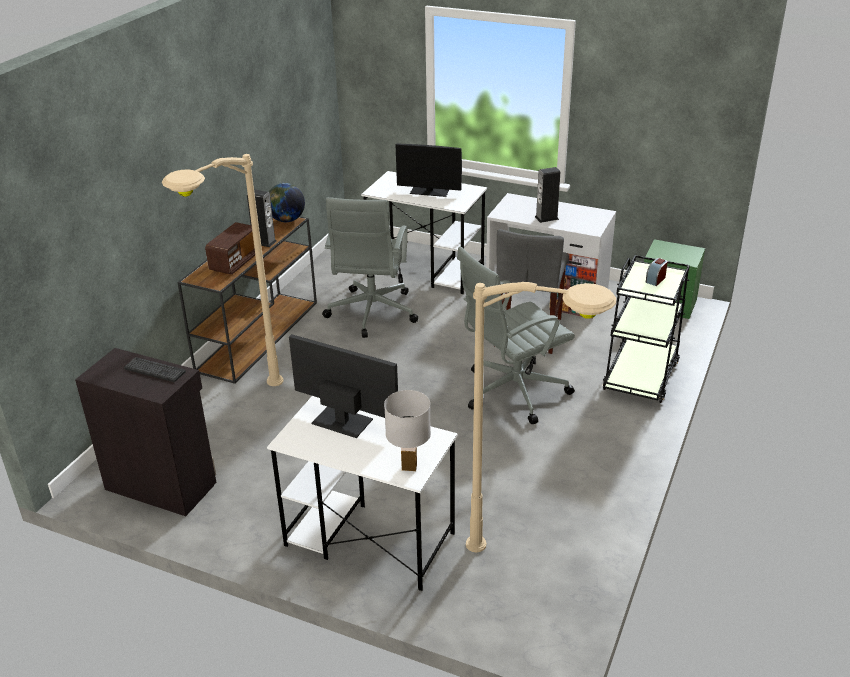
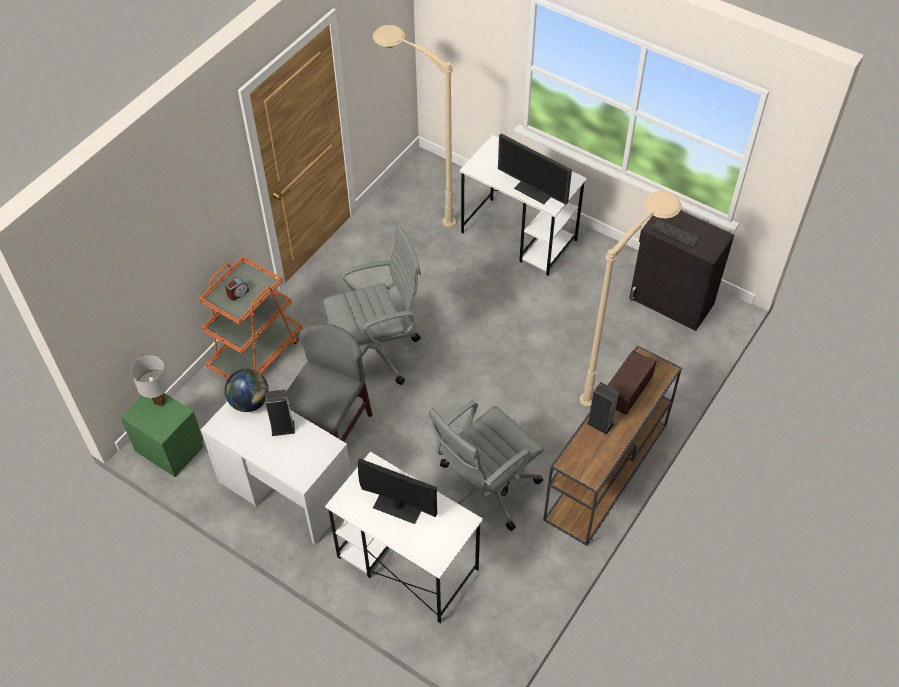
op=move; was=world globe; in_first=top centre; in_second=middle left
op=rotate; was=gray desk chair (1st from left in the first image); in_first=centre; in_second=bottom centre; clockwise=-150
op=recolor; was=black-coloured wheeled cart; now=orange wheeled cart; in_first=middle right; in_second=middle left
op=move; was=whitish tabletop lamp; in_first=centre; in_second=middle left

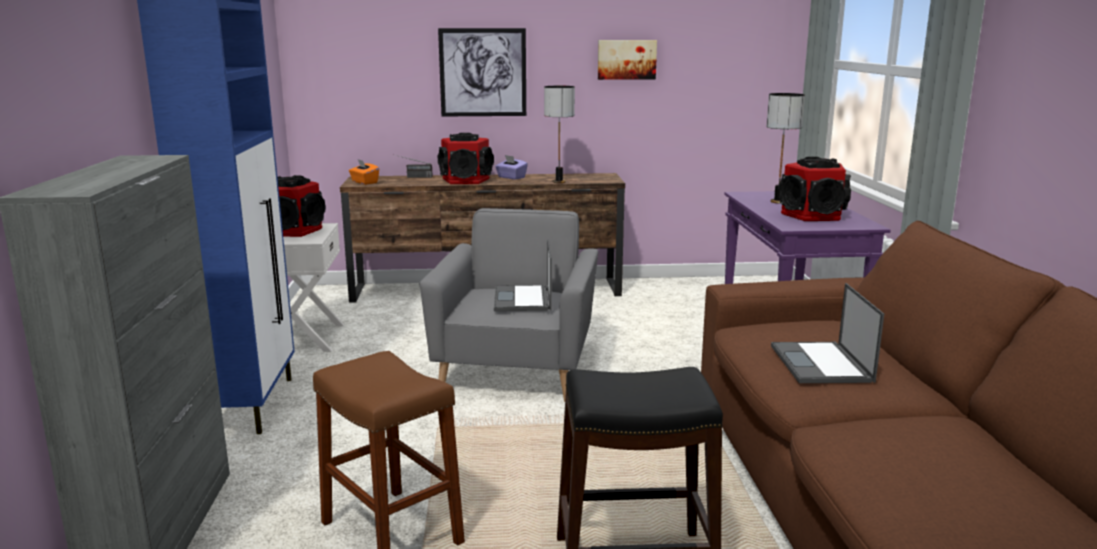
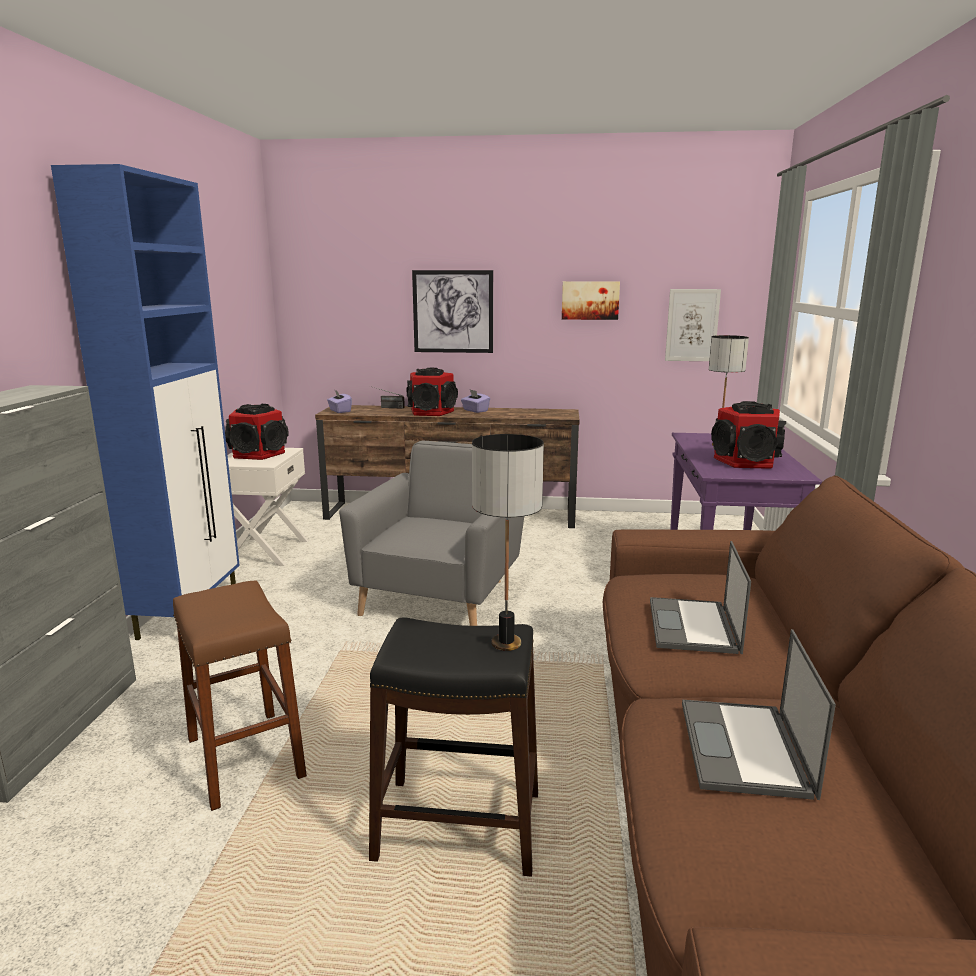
op=move; was=tabletop lamp (1st from left); in_first=top centre; in_second=centre
op=recolor; was=orange tissue box; now=purple-coloured tissue box (1st from left); in_first=top left; in_second=centre
op=move; was=laptop (1st from left in the first image); now=laptop (2nd from left); in_first=centre; in_second=bottom right
op=insert; now=wall picture (3rd from left); in_second=top right

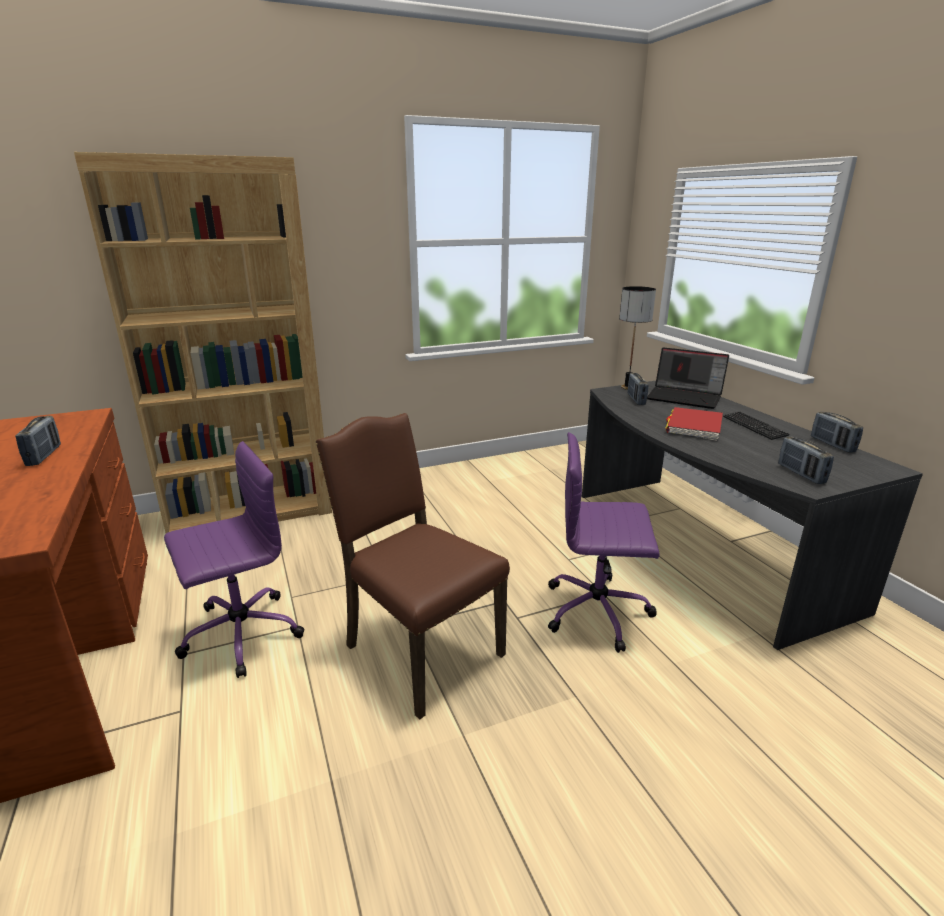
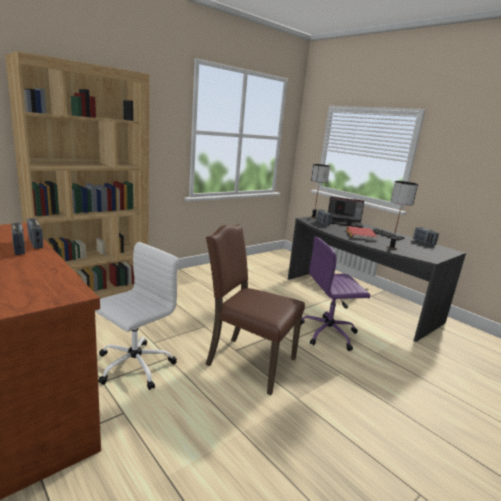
op=move; was=radio (3rd from left in the first image); now=radio (2nd from left); in_first=middle right; in_second=middle left
op=recolor; was=purple-coloured desk chair (1st from left); now=whitish desk chair; in_first=middle left; in_second=middle left
op=insert; now=tabletop lamp (2nd from left); in_second=middle right

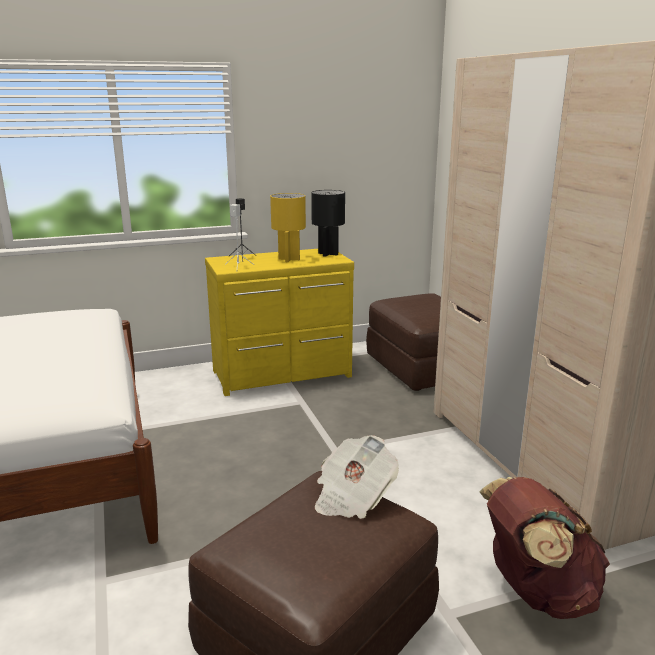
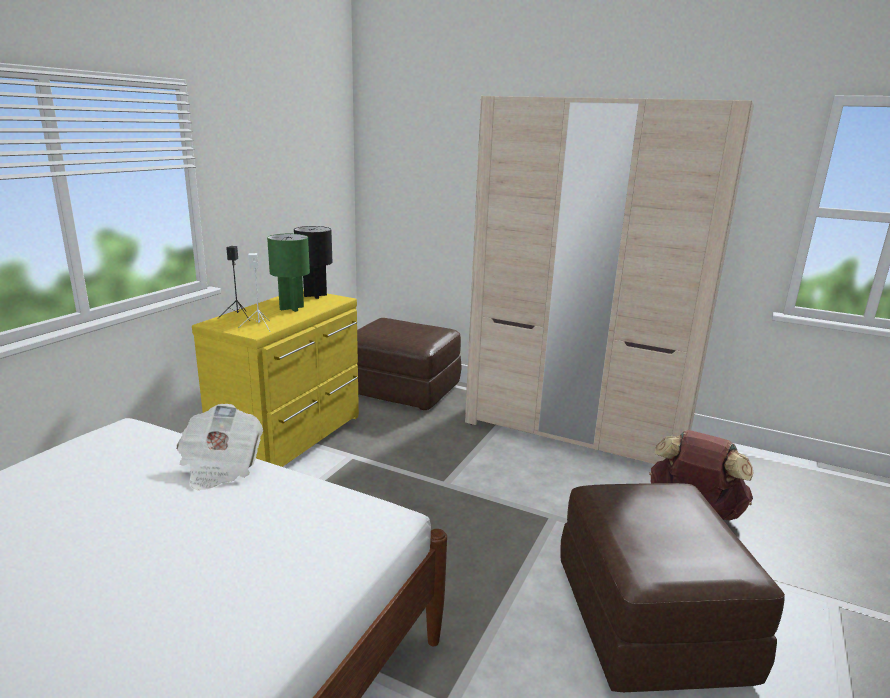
op=recolor; was=yellow tabletop lamp; now=green tabletop lamp; in_first=centre; in_second=middle left
op=move; was=newspaper; in_first=bottom centre; in_second=middle left

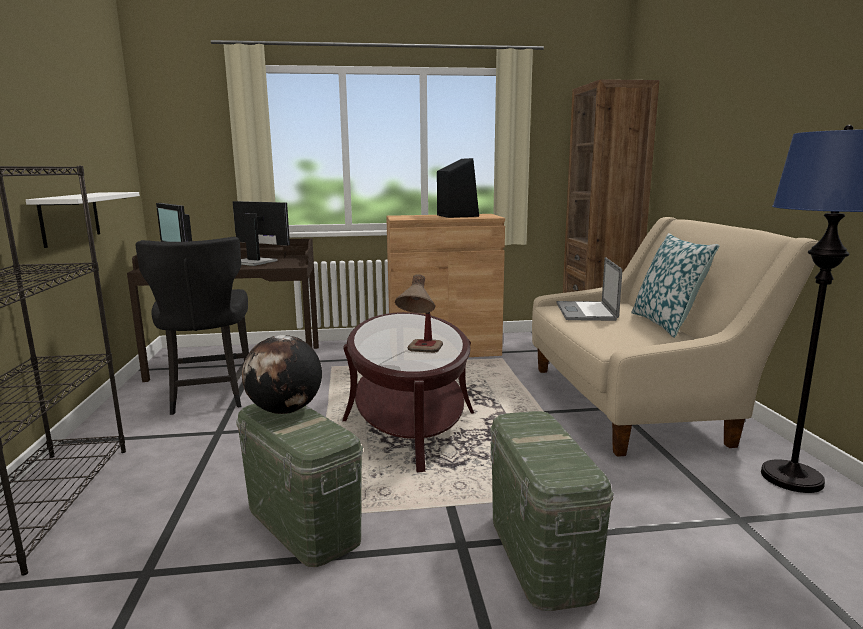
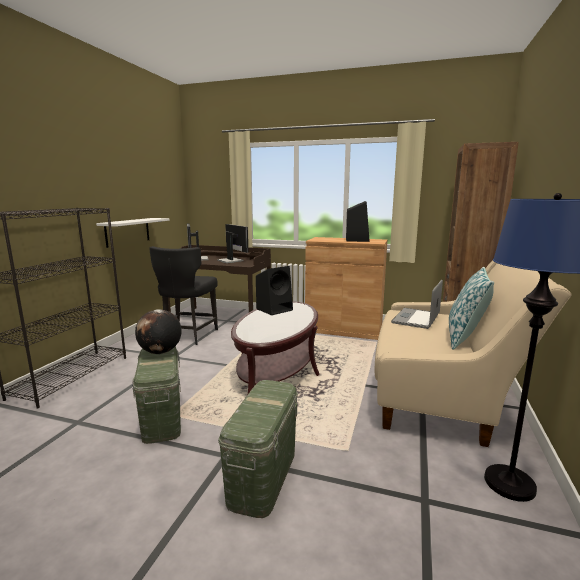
op=delete; was=tabletop lamp; in_first=centre
op=insert; now=black-coloured loudspeaker (1st from left); in_second=centre

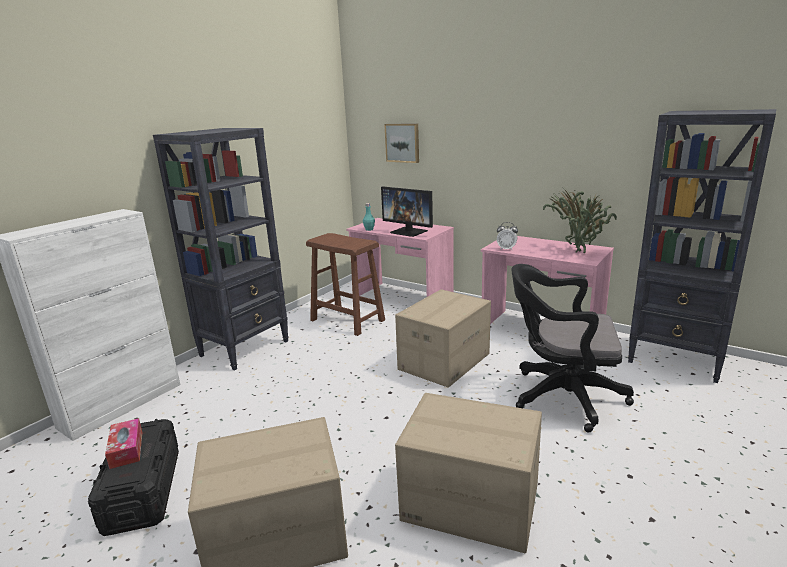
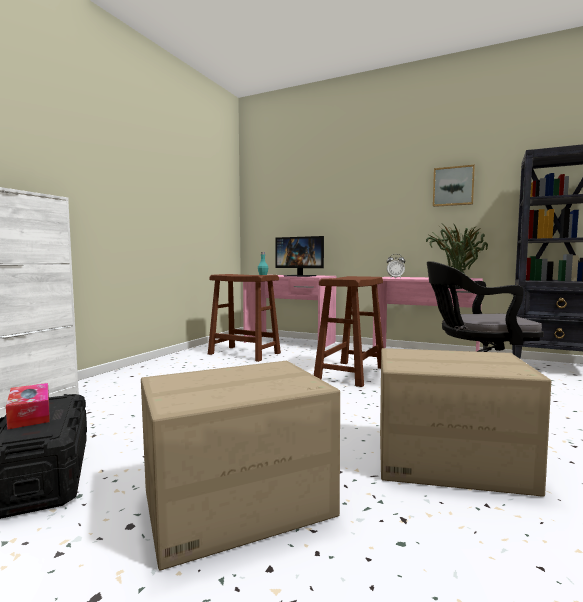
op=move; was=wall picture; in_first=top centre; in_second=top right
op=delete; was=black-coloured bookshelf (1st from left); in_first=middle left
op=replace; was=packing box (2nd from left); now=brown stool (2nd from left); in_first=centre; in_second=centre

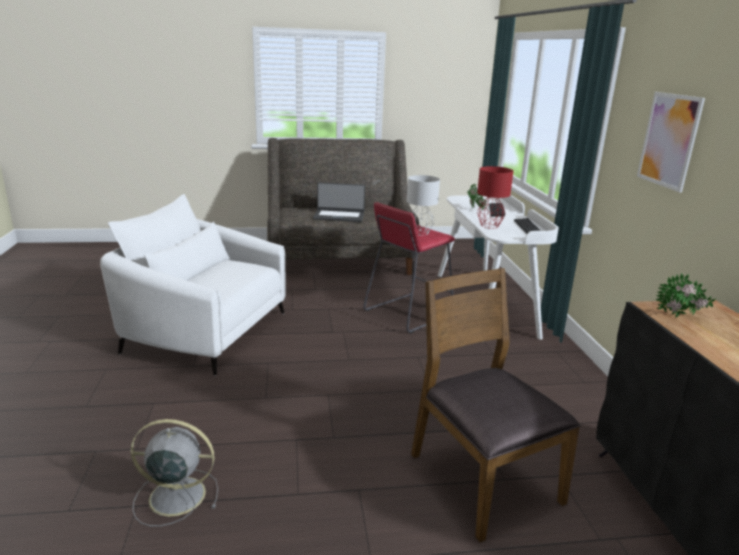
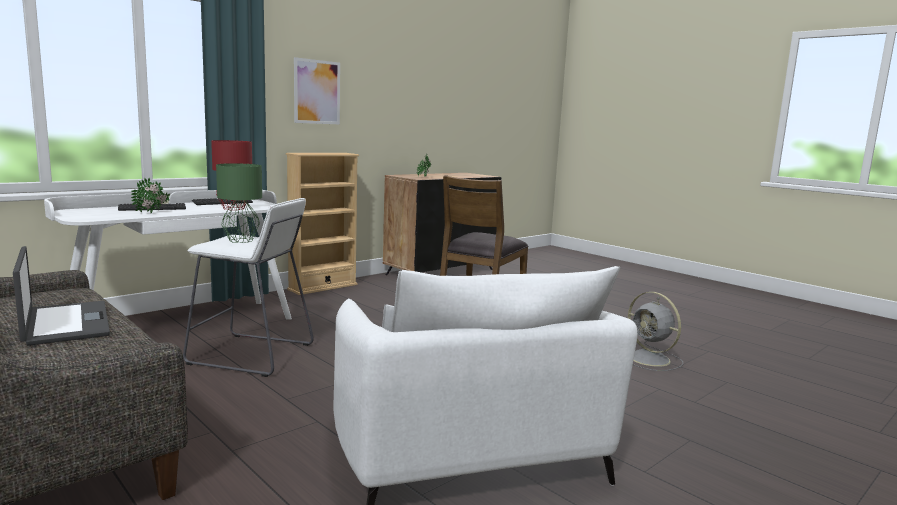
op=recolor; was=gray tabletop lamp; now=green tabletop lamp; in_first=centre; in_second=middle left
op=recolor; was=red-coloured stool; now=whitish stool; in_first=centre; in_second=middle left
op=insert; now=beige bookshelf; in_second=centre

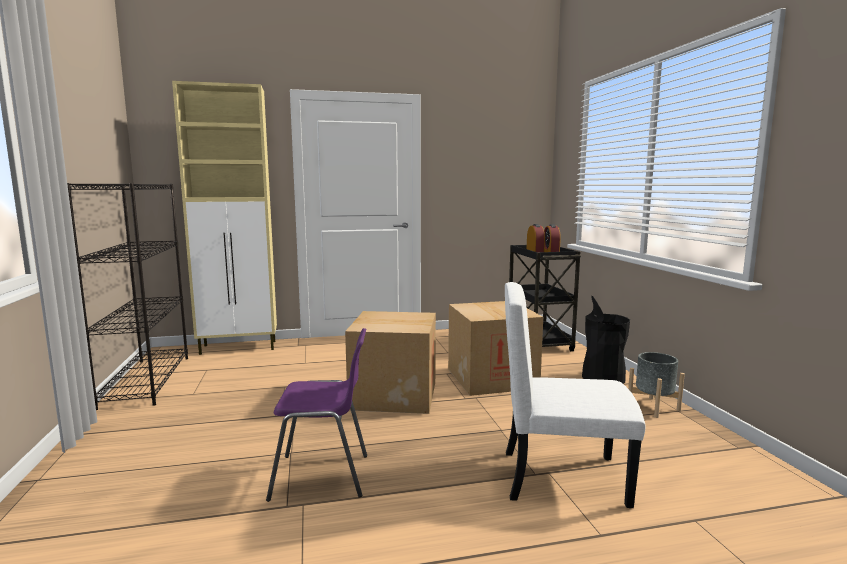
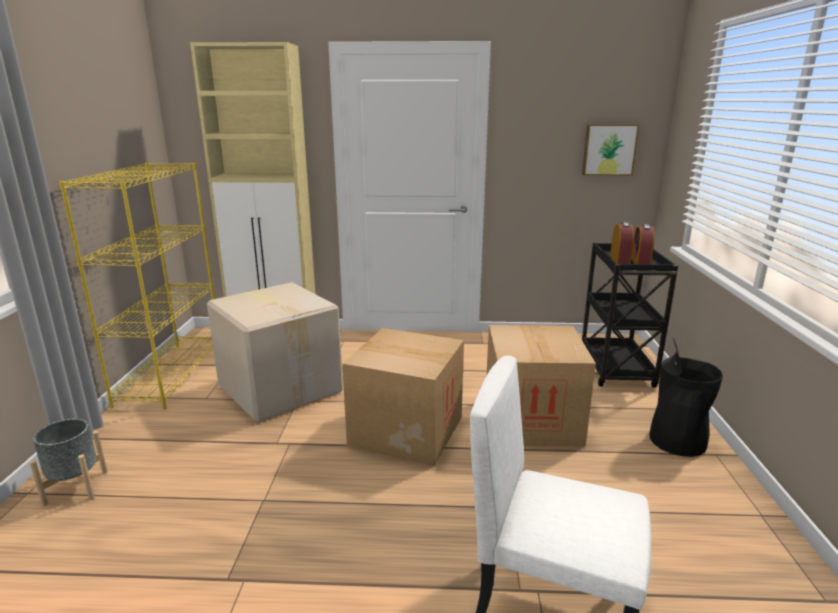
op=recolor; was=black-coloured bookshelf; now=yellow bookshelf; in_first=middle left; in_second=middle left
op=delete; was=purple-coloured chair; in_first=bottom centre
op=move; was=gray plant pot; in_first=bottom right; in_second=bottom left
op=insert; now=wall picture; in_second=top right
op=insert; now=packing box (1st from left); in_second=middle left

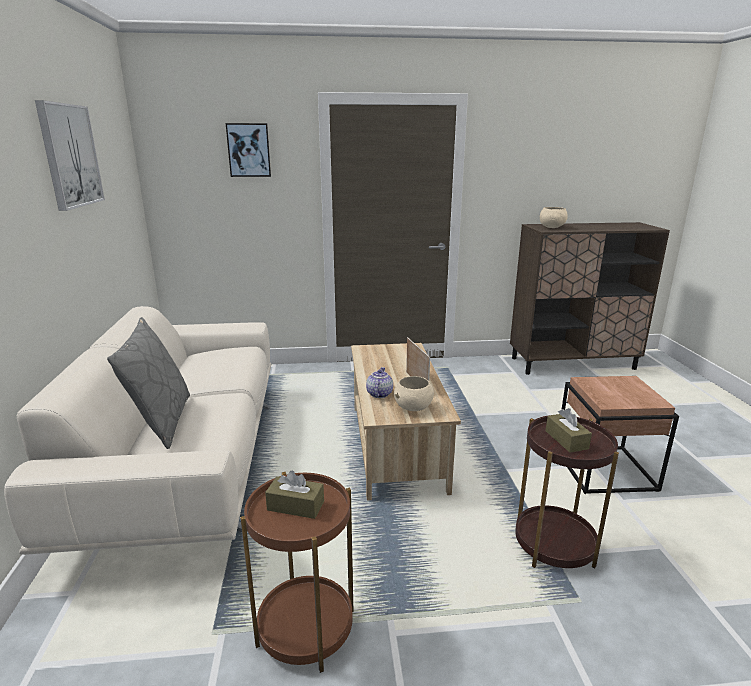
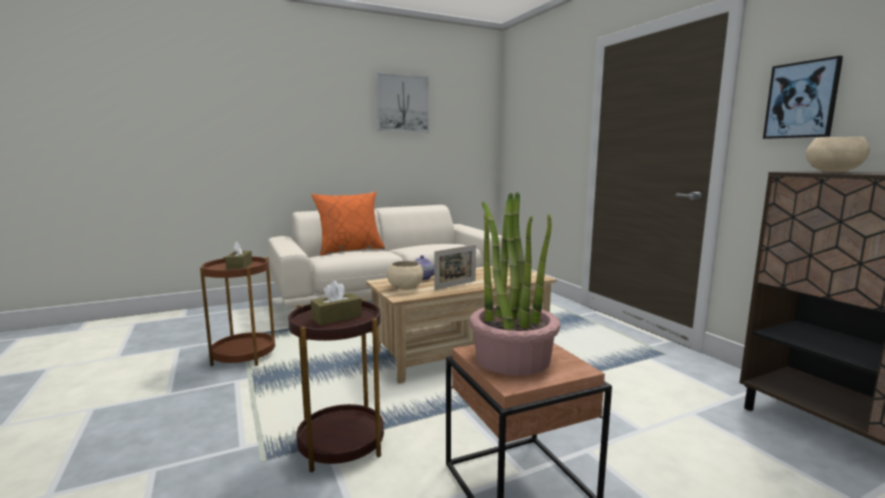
op=move; was=wall picture (2nd from left); in_first=top left; in_second=top right
op=recolor; was=gray throw pillow; now=orange throw pillow; in_first=middle left; in_second=centre
op=insert; now=plant in a pot; in_second=centre

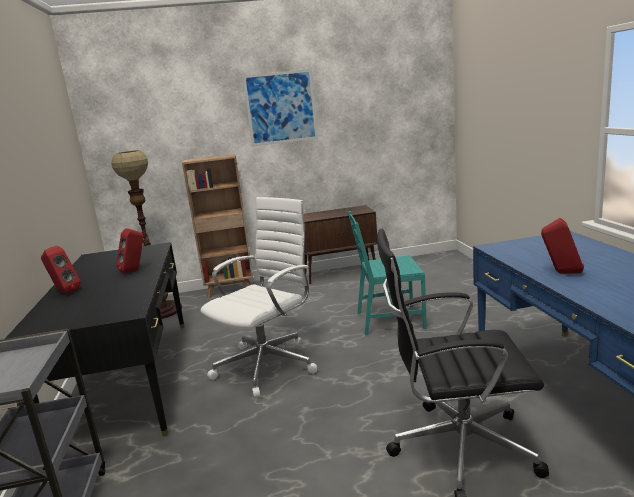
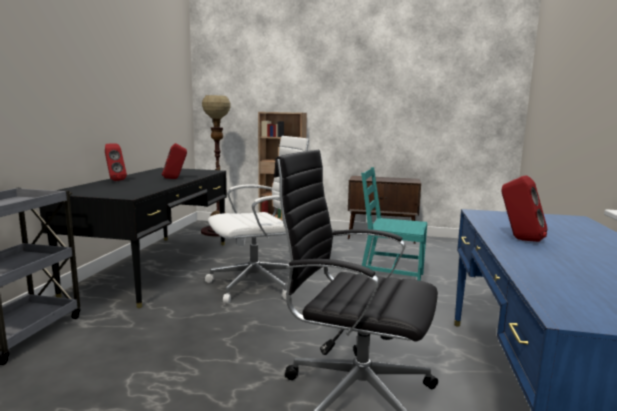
op=delete; was=wall picture; in_first=top centre

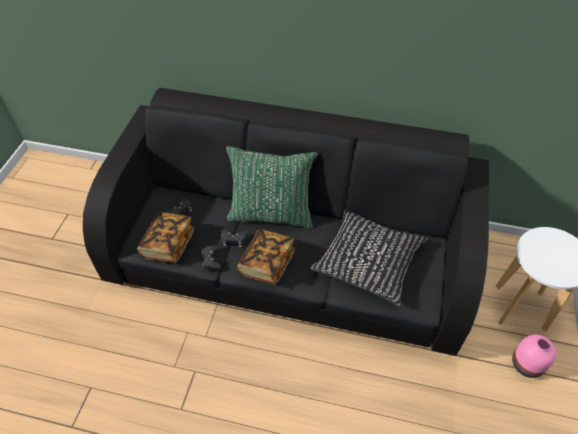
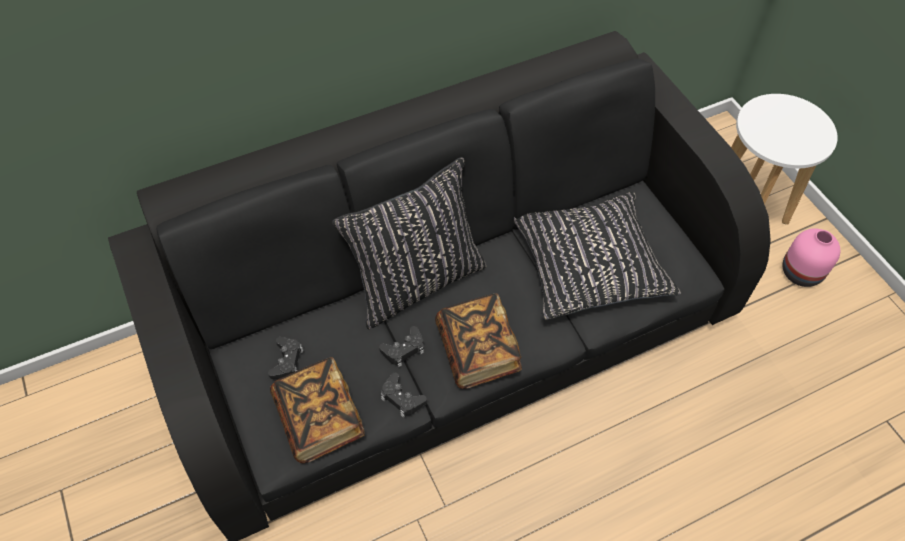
op=recolor; was=green throw pillow; now=black-coloured throw pillow (1st from left); in_first=centre; in_second=centre

